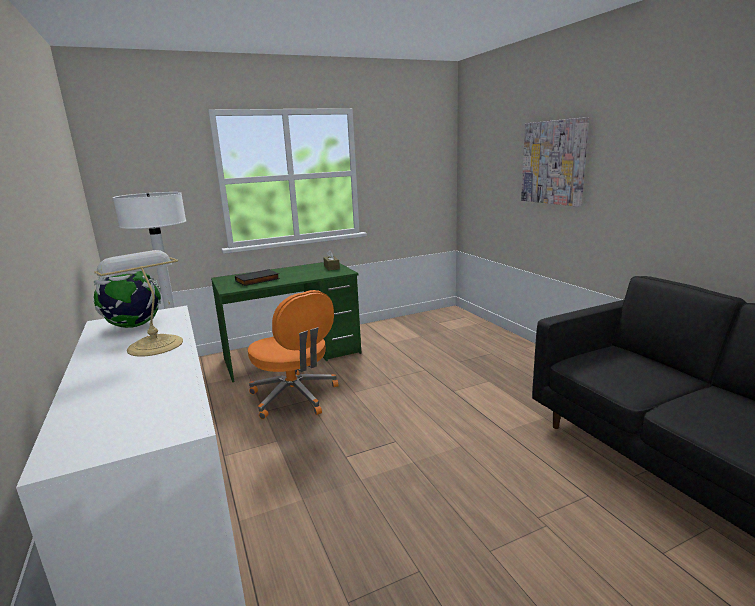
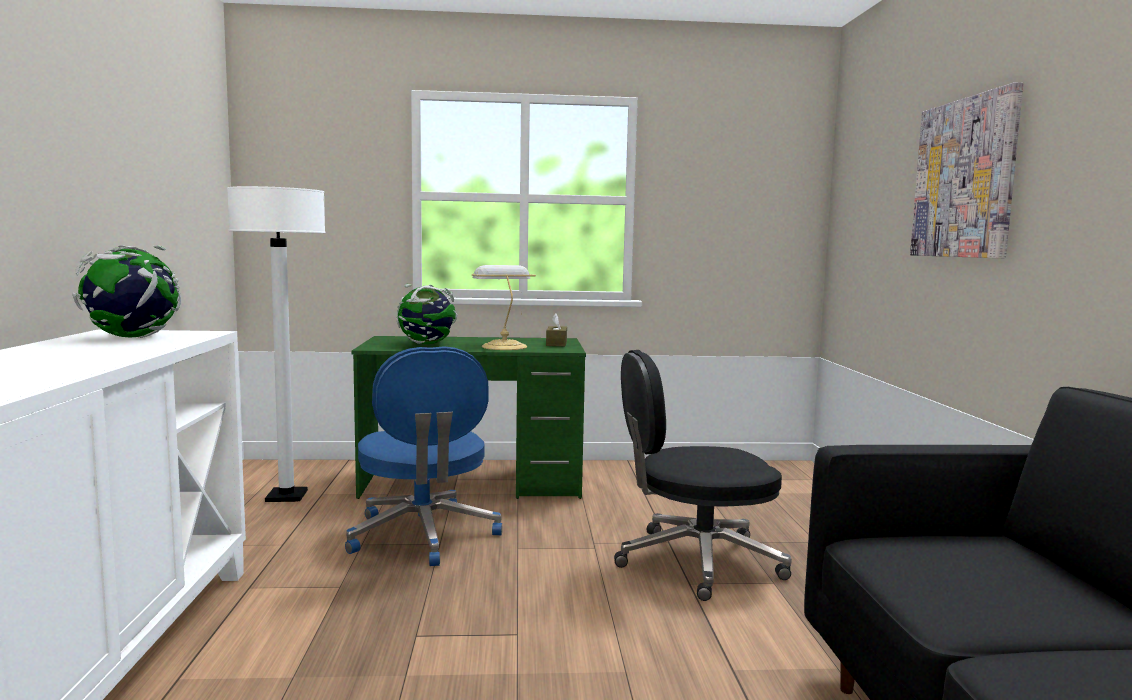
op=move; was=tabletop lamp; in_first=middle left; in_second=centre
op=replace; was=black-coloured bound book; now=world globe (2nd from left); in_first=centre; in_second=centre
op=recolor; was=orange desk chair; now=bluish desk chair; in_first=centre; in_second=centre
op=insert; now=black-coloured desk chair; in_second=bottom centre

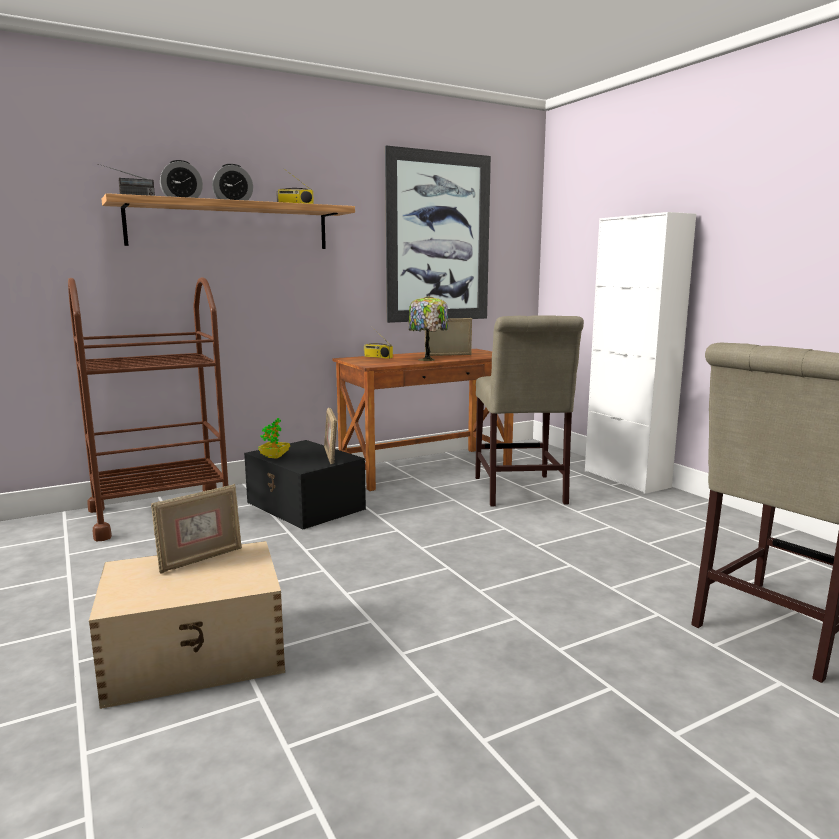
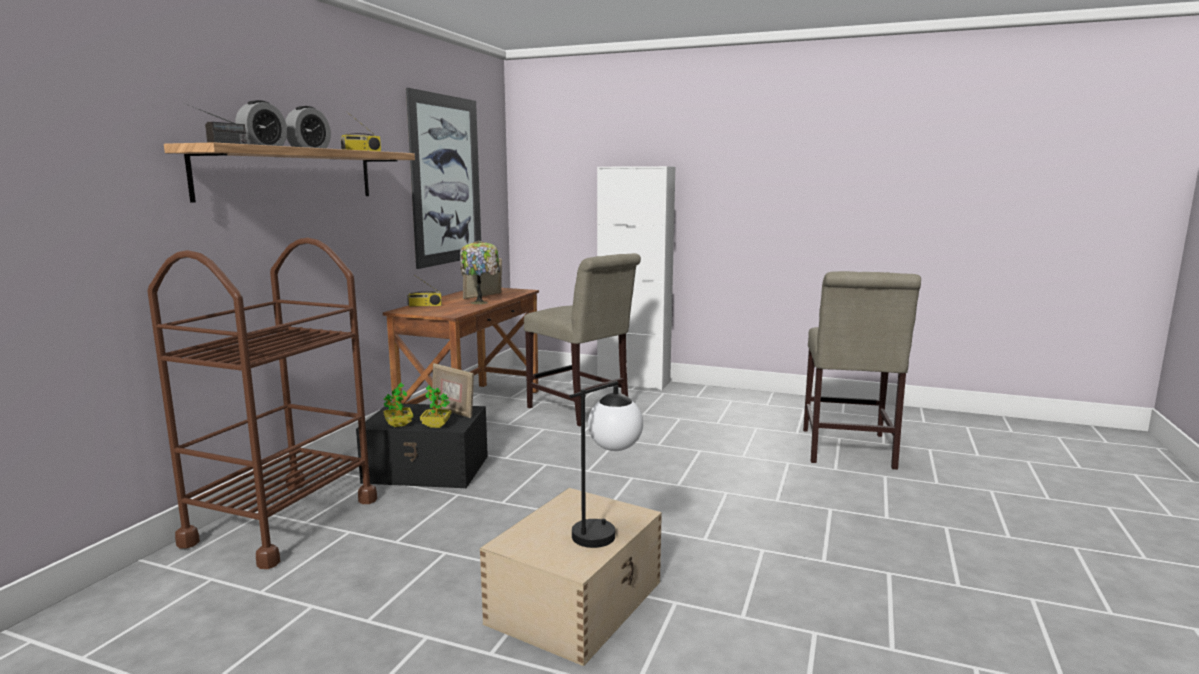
op=delete; was=photo frame (1st from left); in_first=middle left
op=insert; now=tabletop lamp (2nd from left); in_second=bottom centre
op=insert; now=plant in a pot (2nd from left); in_second=centre

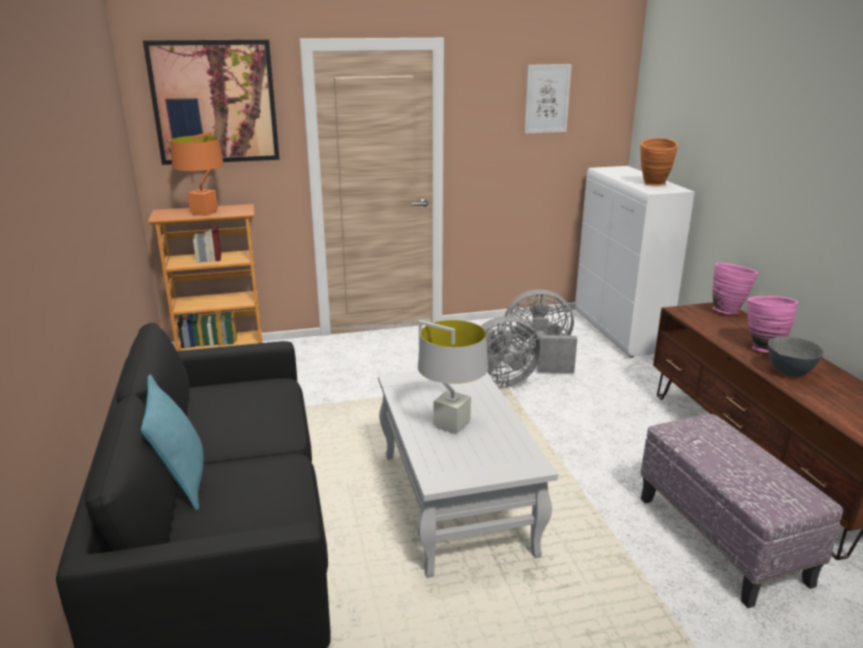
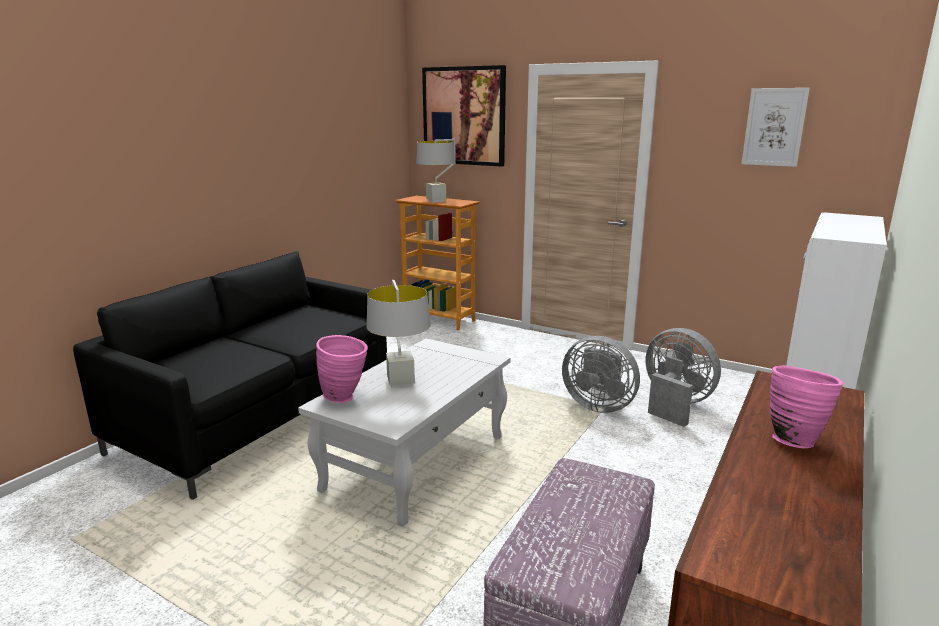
op=recolor; was=orange tabletop lamp; now=gray tabletop lamp (2nd from left); in_first=top left; in_second=top centre
op=delete; was=orange flower vase; in_first=top right
op=move; was=pinkish flower vase (1st from left); in_first=middle right; in_second=centre
op=delete; was=gray bowl; in_first=middle right
op=delete; was=turquoise throw pillow; in_first=bottom left

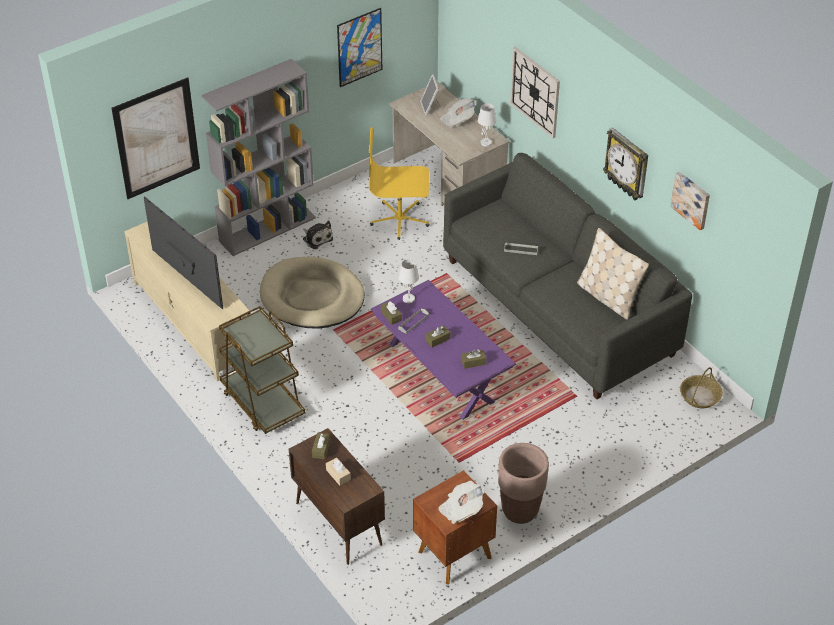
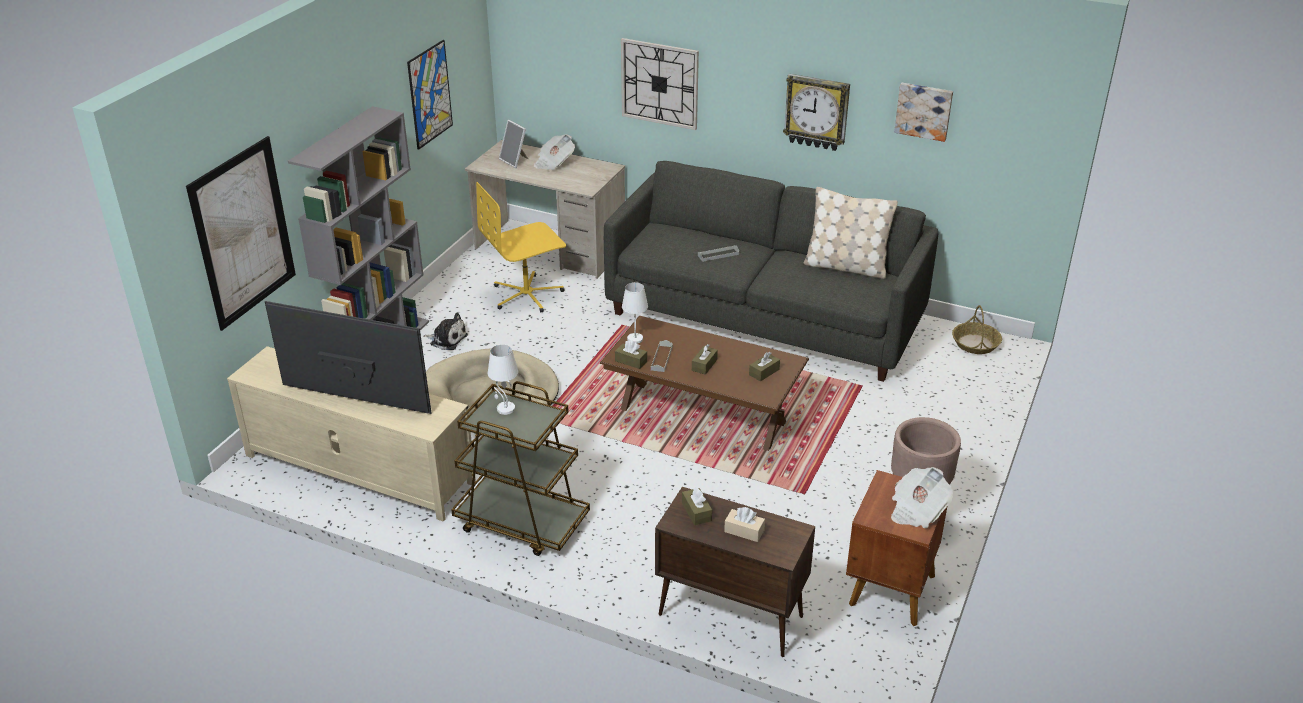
op=move; was=whitish tabletop lamp (2nd from left in the first image); now=whitish tabletop lamp (1st from left); in_first=top centre; in_second=centre
op=recolor; was=purple-coloured low table; now=brown low table; in_first=centre; in_second=centre

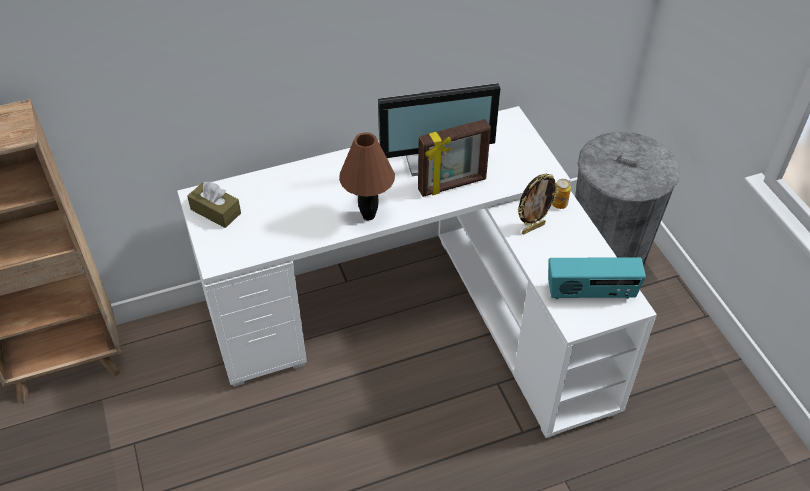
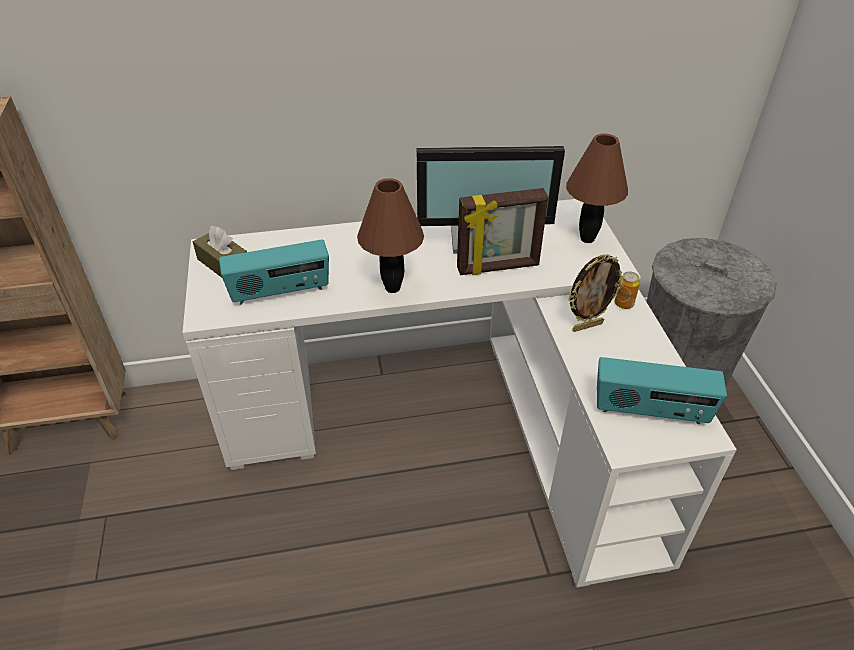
op=insert; now=brown tabletop lamp (2nd from left); in_second=top right
op=insert; now=radio (1st from left); in_second=middle left

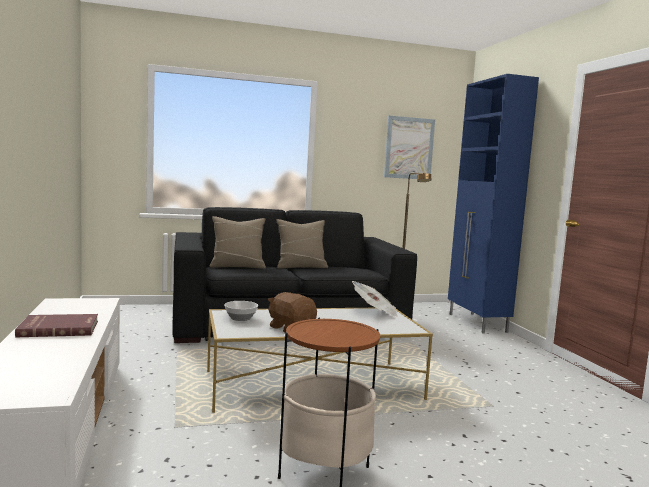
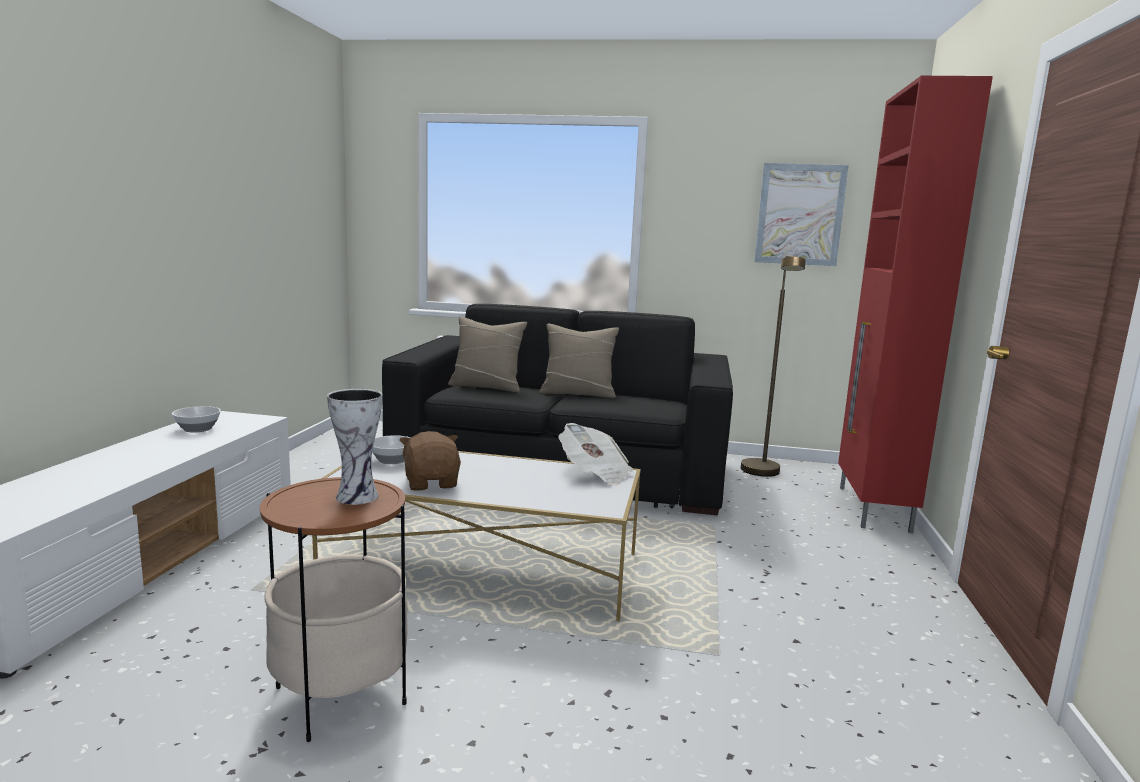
op=recolor; was=bluish cupboard; now=red-coloured cupboard; in_first=middle right; in_second=middle right
op=delete; was=red-coloured bound book; in_first=bottom left
op=insert; now=flower vase; in_second=middle left
op=insert; now=bowl (1st from left); in_second=middle left

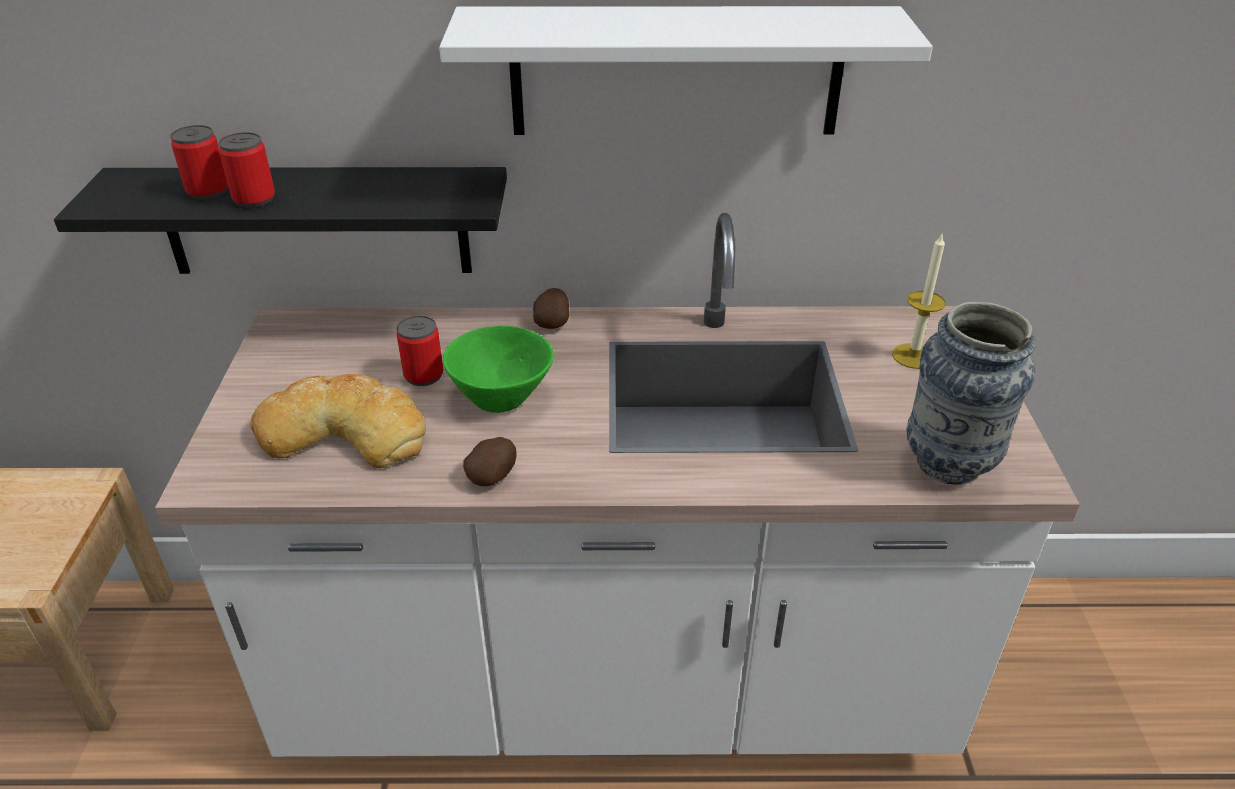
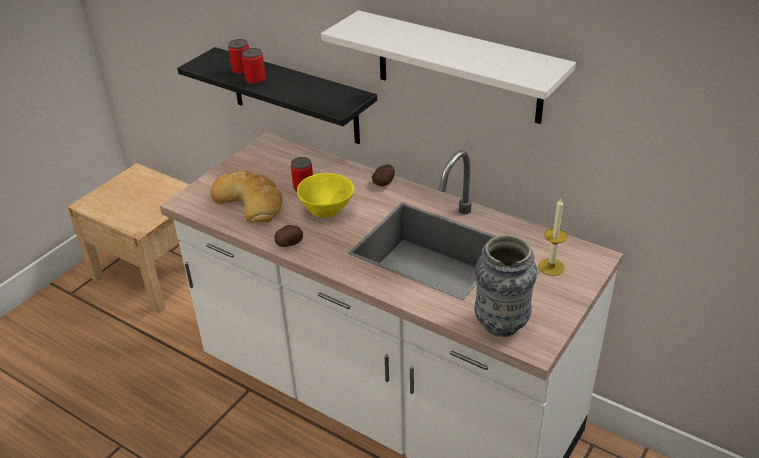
op=recolor; was=green bowl; now=yellow bowl; in_first=centre; in_second=centre

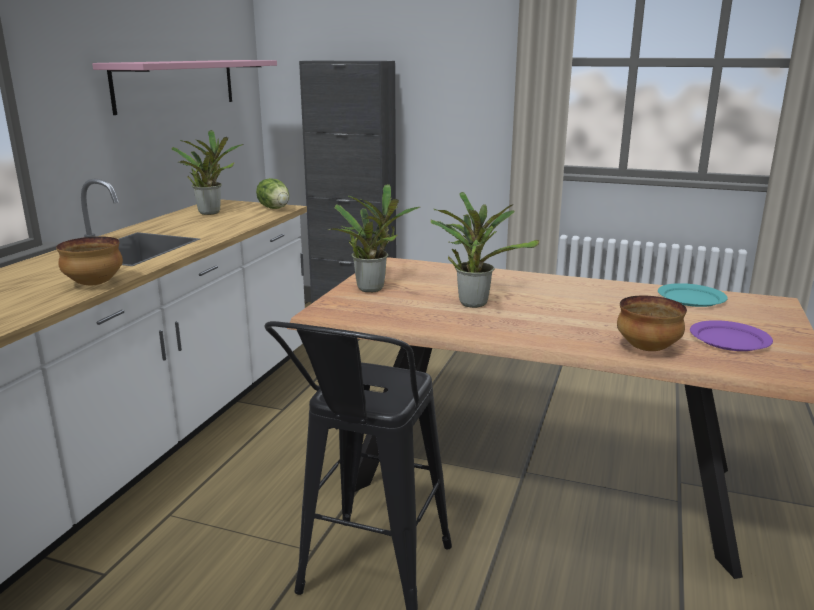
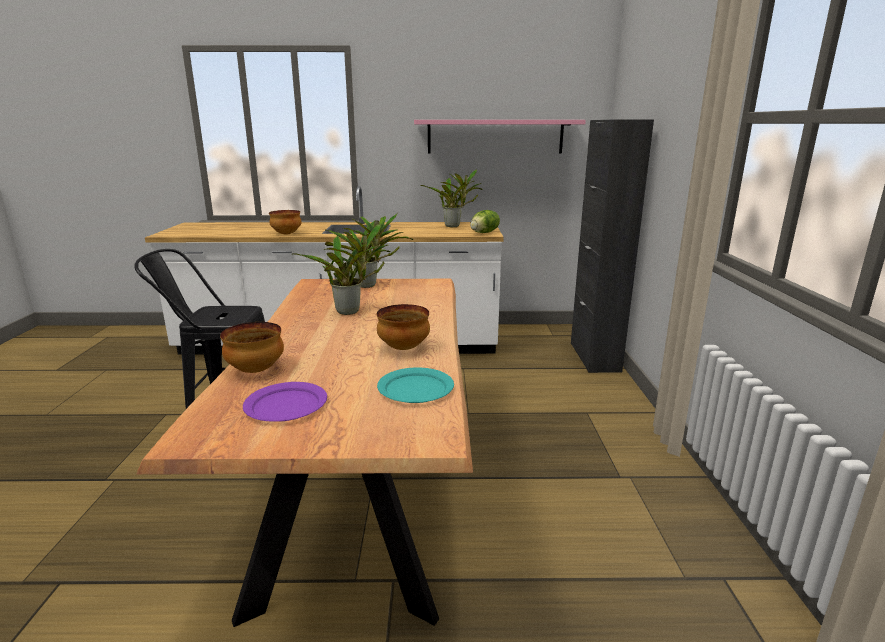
op=insert; now=bowl (3rd from left); in_second=centre

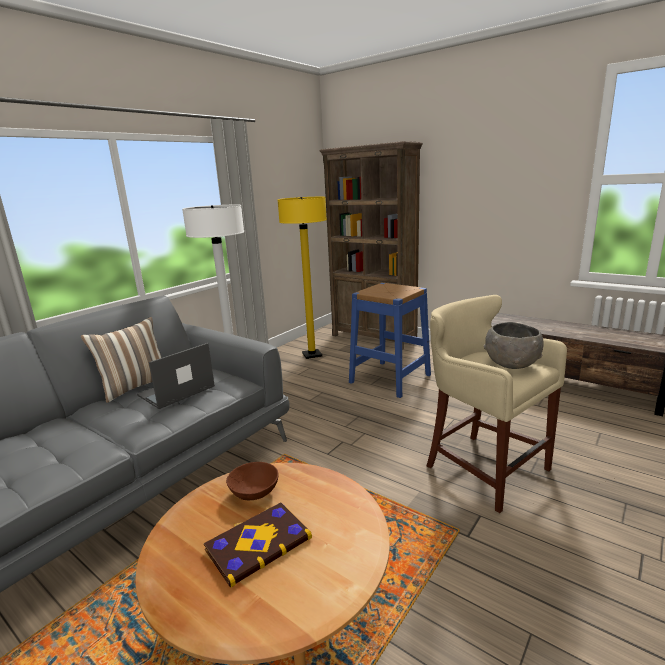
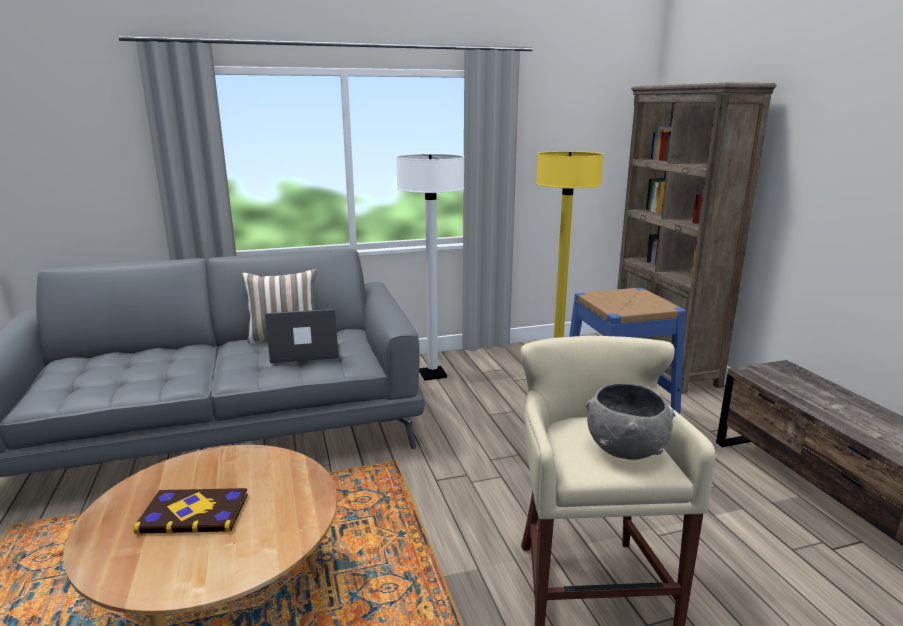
op=delete; was=brown bowl; in_first=bottom centre

